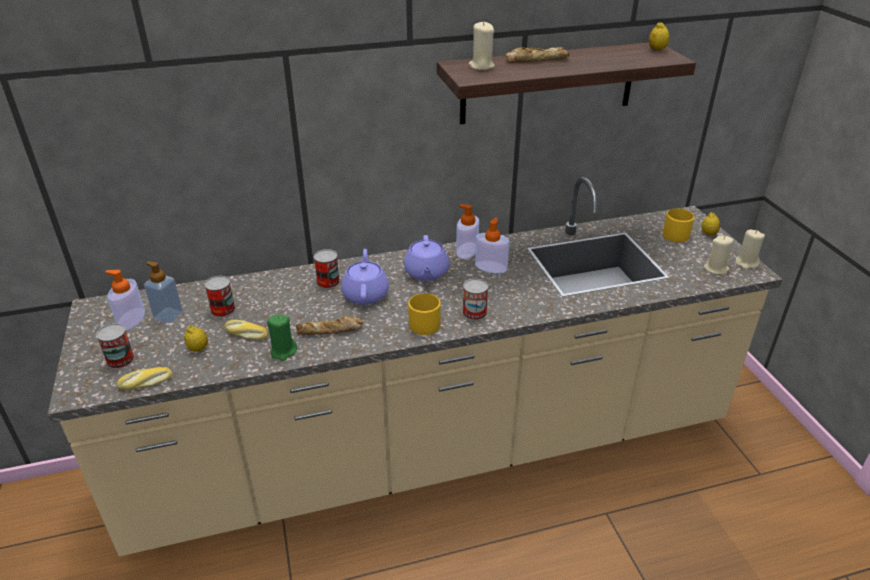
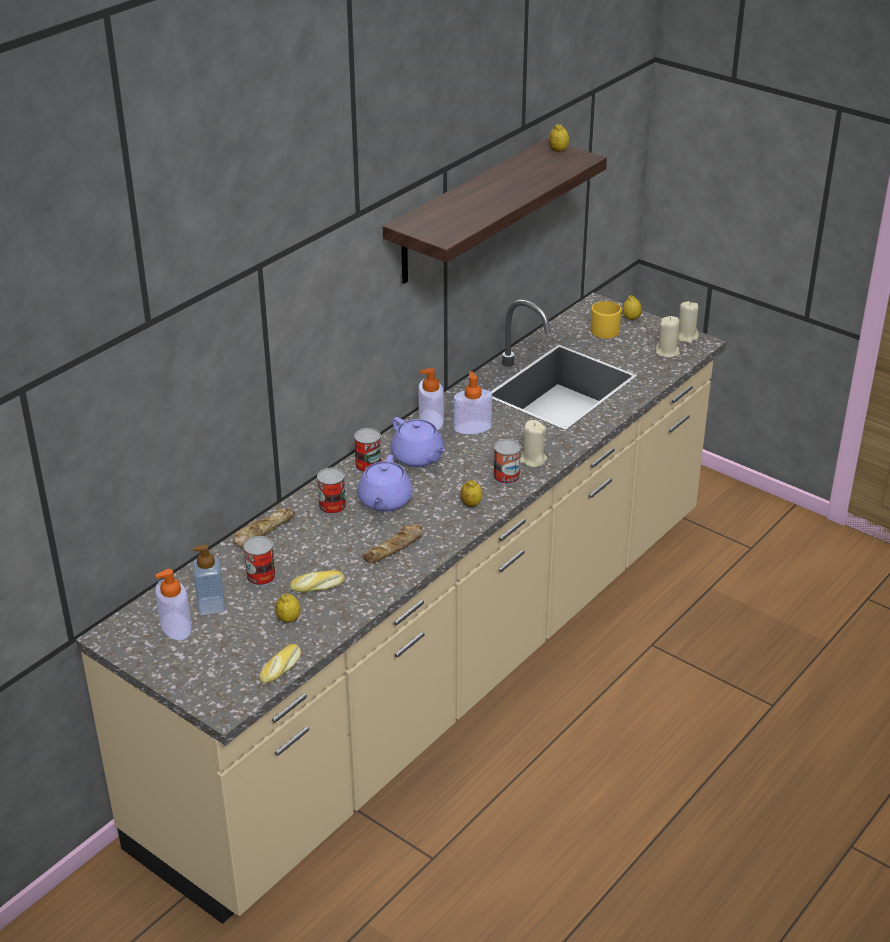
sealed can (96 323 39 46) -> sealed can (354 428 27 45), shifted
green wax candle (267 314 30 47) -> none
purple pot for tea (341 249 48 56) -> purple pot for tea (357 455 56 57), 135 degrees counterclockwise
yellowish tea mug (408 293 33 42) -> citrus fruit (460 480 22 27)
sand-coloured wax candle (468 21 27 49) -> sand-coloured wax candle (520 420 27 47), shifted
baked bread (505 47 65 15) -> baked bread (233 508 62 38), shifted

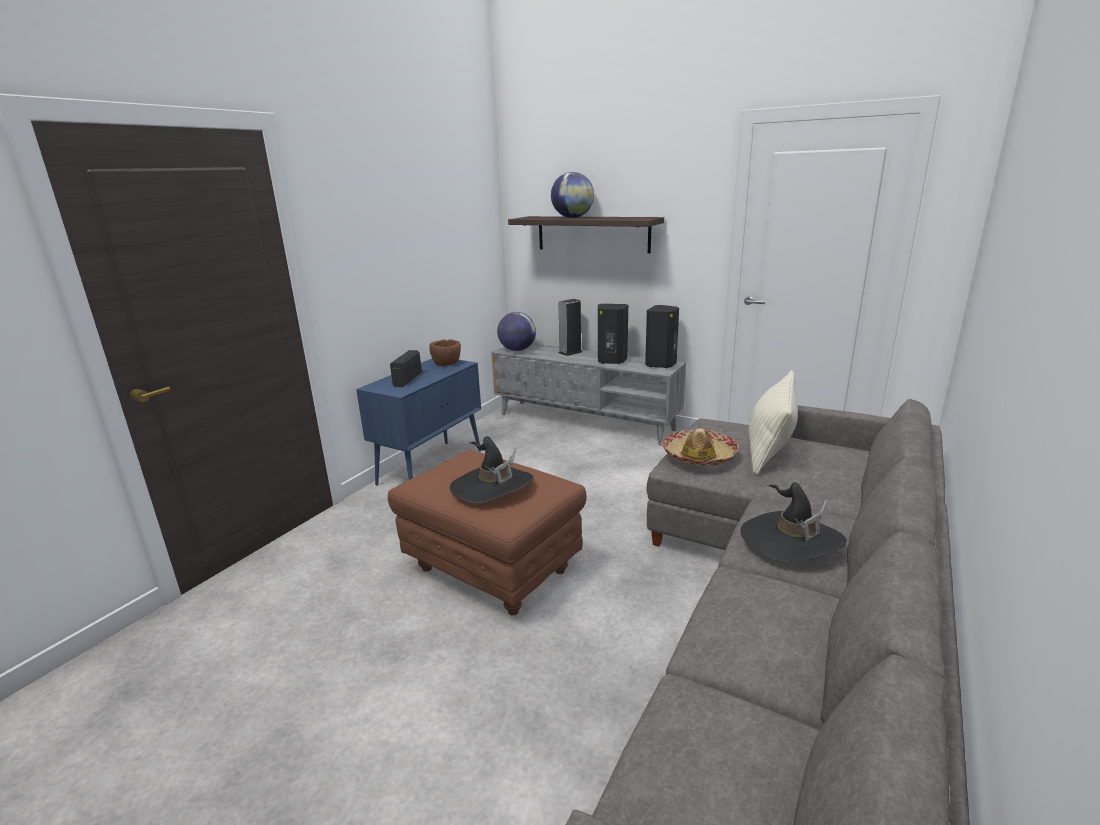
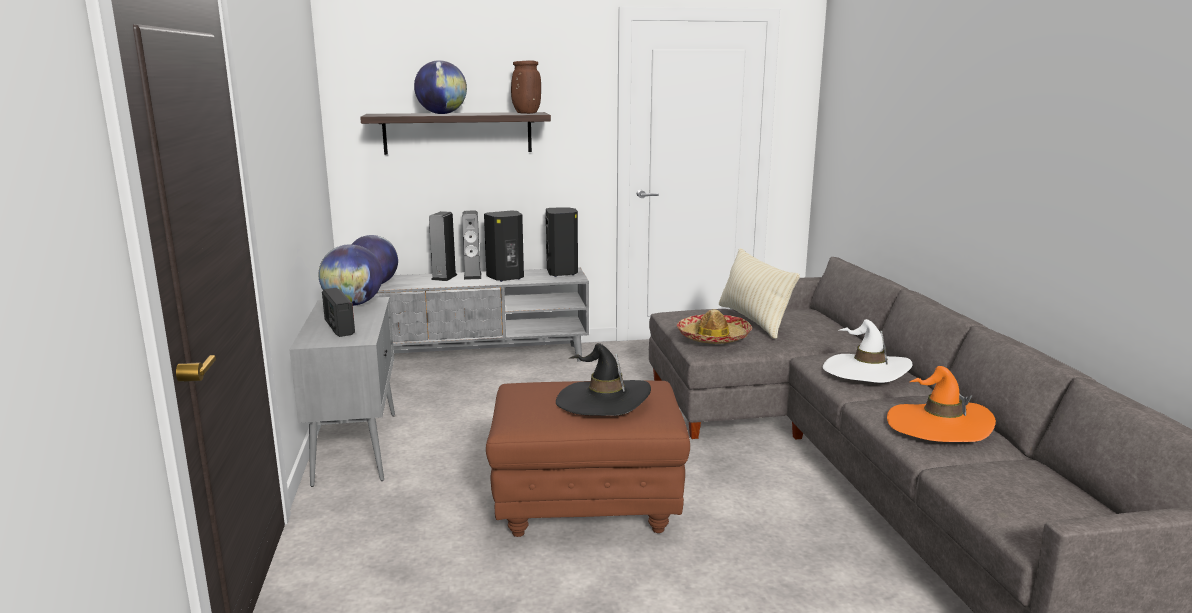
blue storage cabinet (356 359 125 127) -> gray storage cabinet (289 297 106 190)
brown-coloured bowl (429 339 32 26) -> world globe (319 244 64 62)
black-coloured clothing hat (740 482 107 80) -> white clothing hat (823 319 89 64)
none -> audio speaker (462 211 19 69)
none -> brown-coloured vase (511 60 30 54)
none -> orangey clothing hat (887 366 109 76)

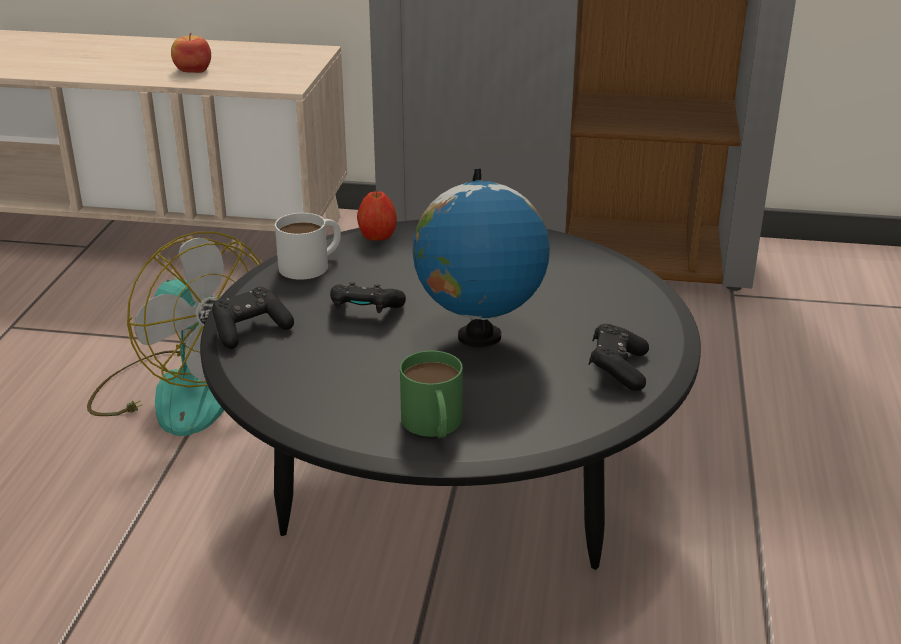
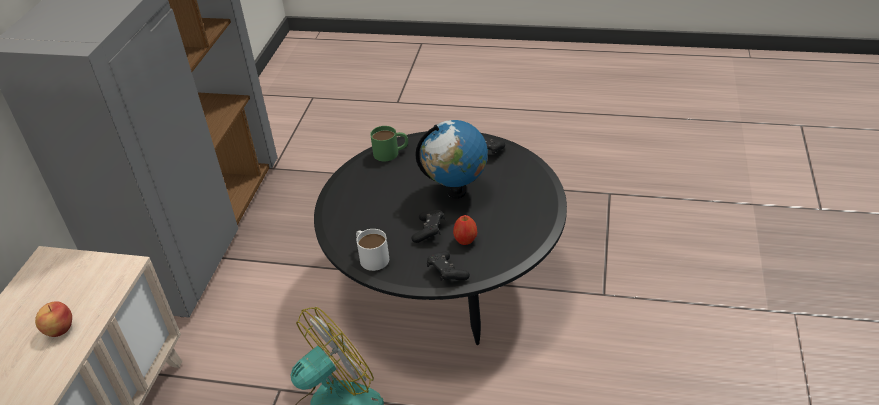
apple (357 191 40 50) -> apple (453 215 24 30), shifted
green tea mug (400 351 63 87) -> green tea mug (370 126 38 35), shifted

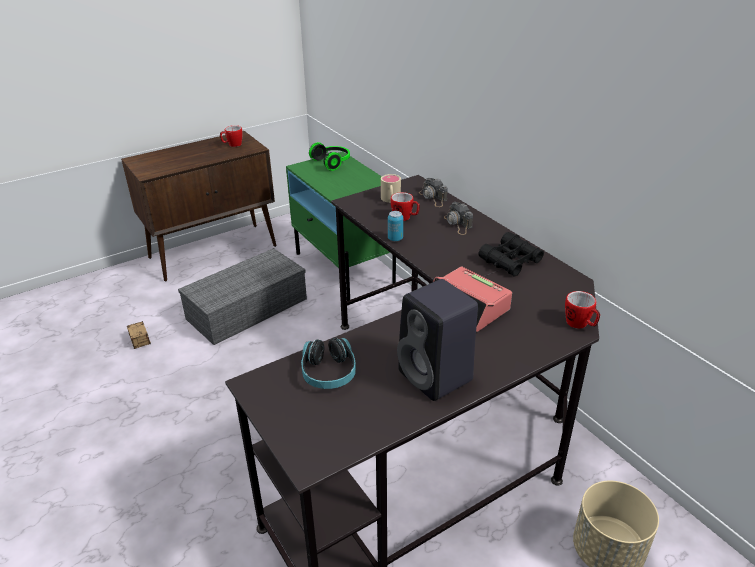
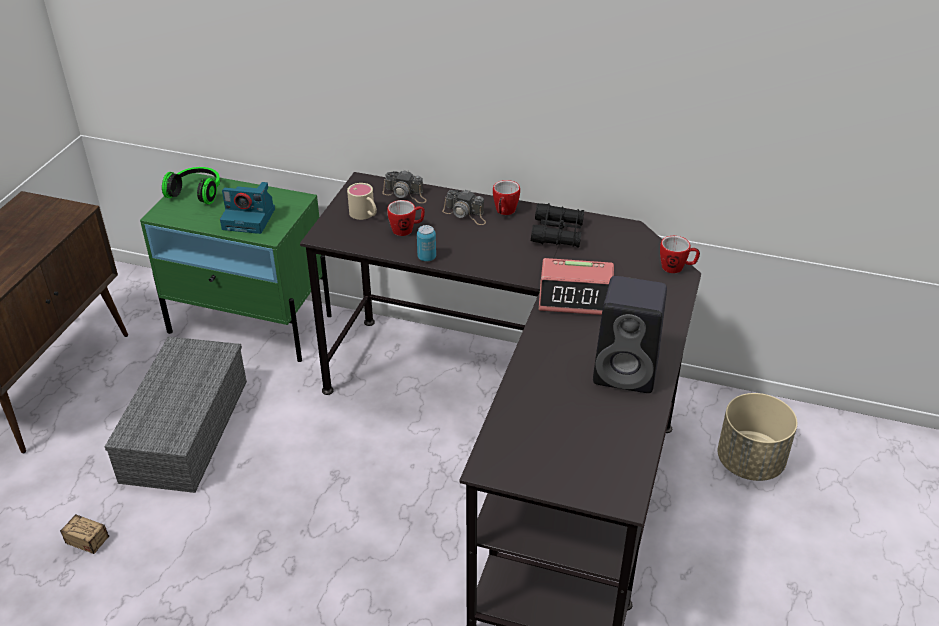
tea mug (220 125 23 22) -> tea mug (493 180 27 35), shifted
headphones (301 338 55 51) -> none
none -> still camera (220 182 55 52)

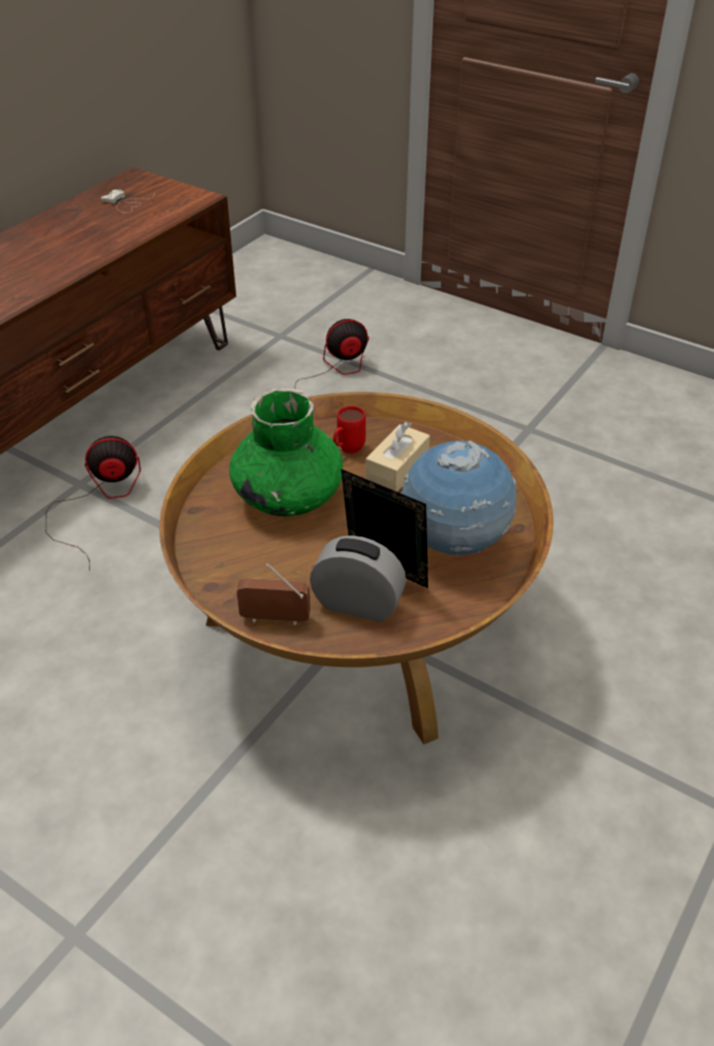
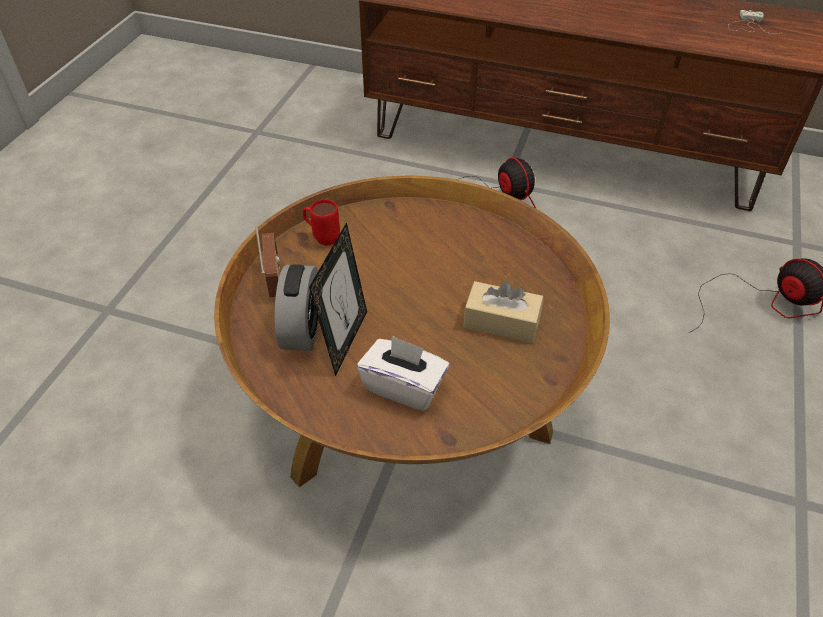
green vase (229 387 114 130) -> none
reddish tea mug (333 406 33 48) -> reddish tea mug (303 199 37 47), shifted
world globe (401 440 115 115) -> white tissue holder (357 336 92 75)

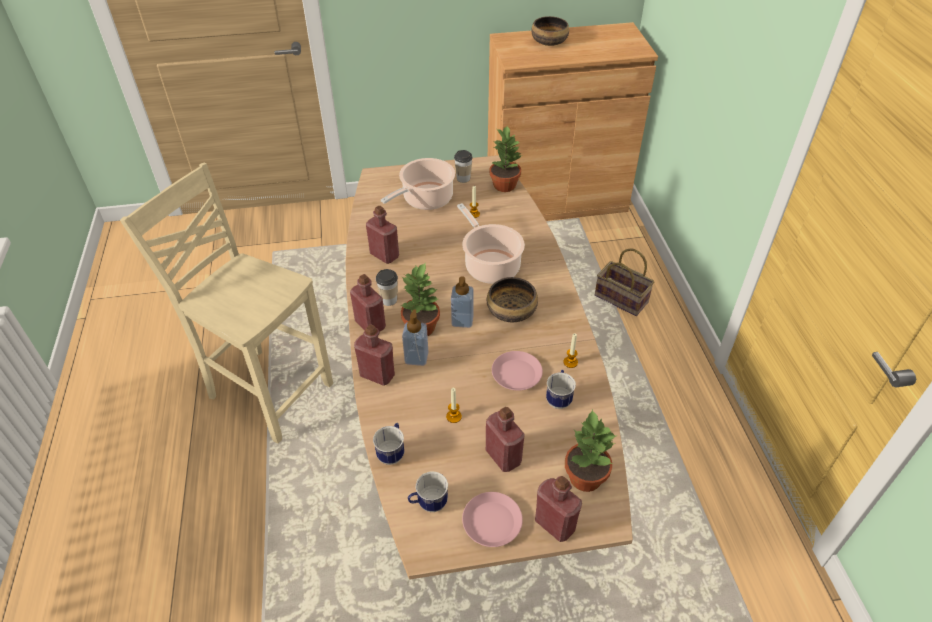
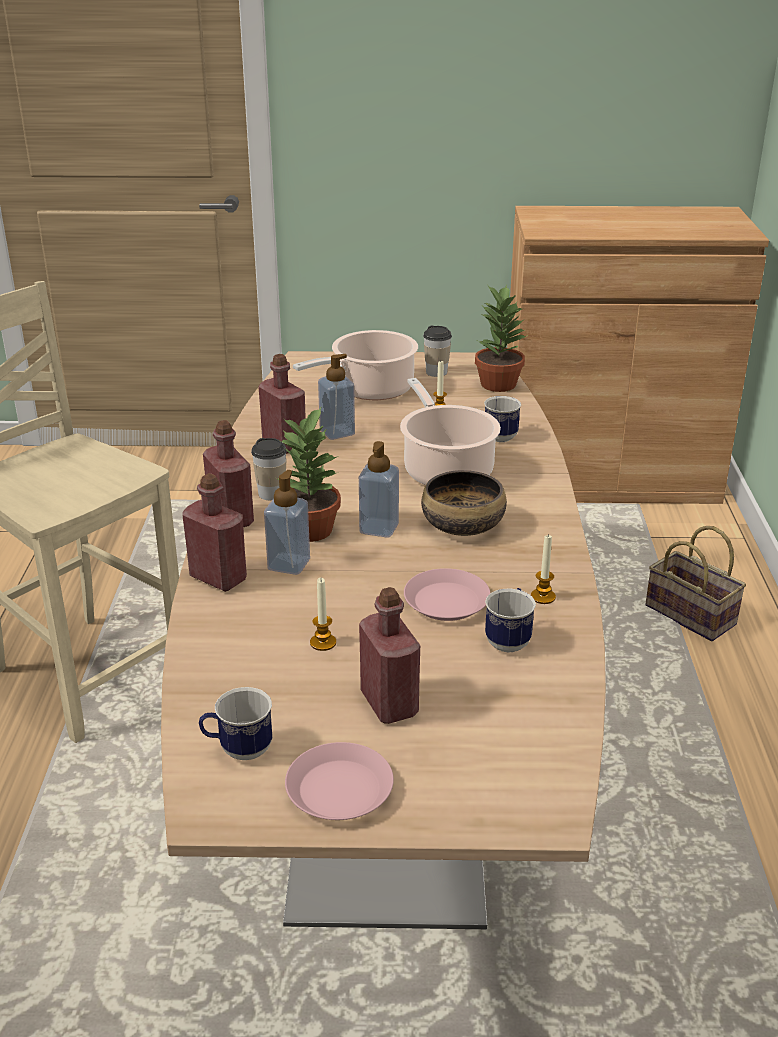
tea mug (373 423 31 42) -> tea mug (484 396 37 46), shifted
bowl (531 16 38 30) -> none
reddish drink bottle (535 476 47 66) -> none
houseplant (565 409 53 83) -> none
none -> soap bottle (318 354 37 86)

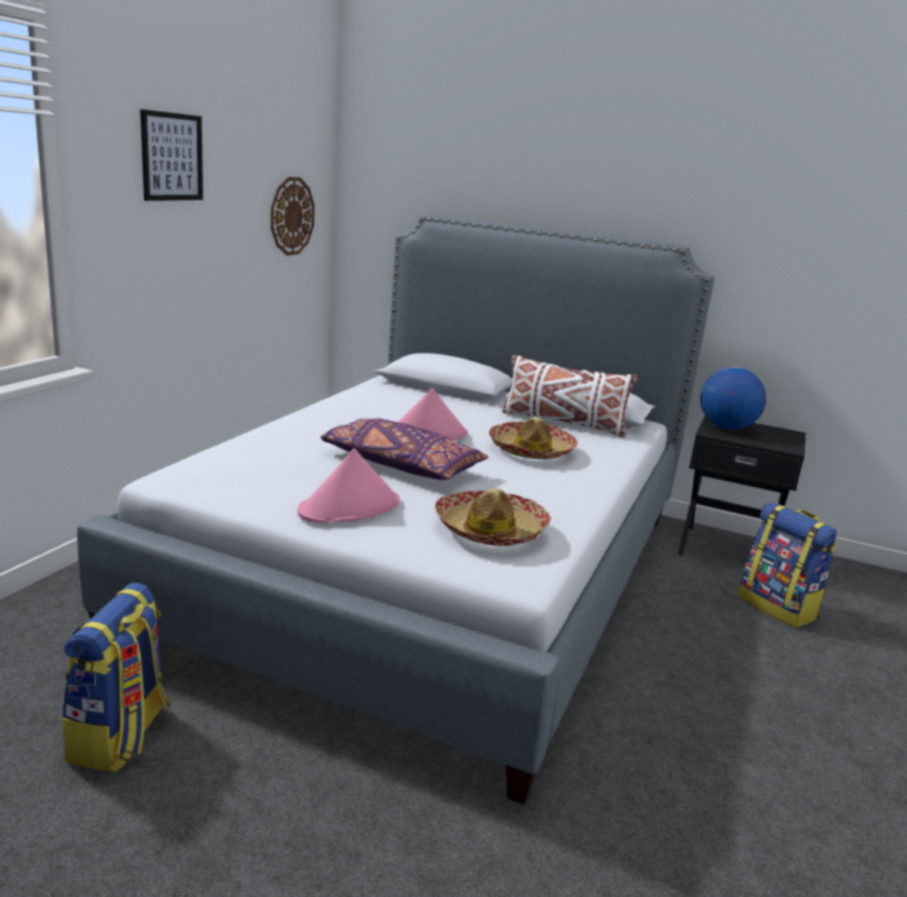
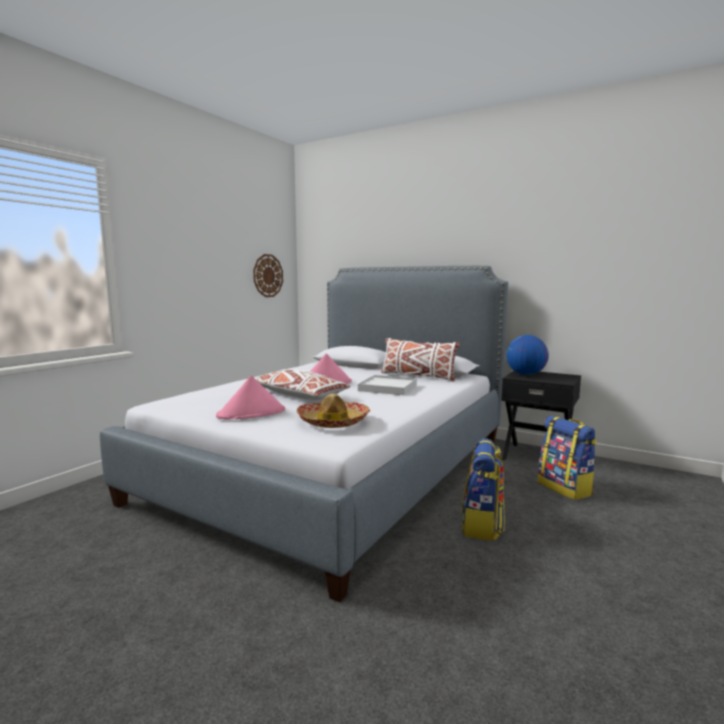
backpack (62 583 108 189) -> backpack (461 438 44 103), shifted
wall art (140 109 63 92) -> none
purple throw pillow (320 418 168 62) -> white throw pillow (255 369 95 31)
clothing hat (489 417 89 42) -> white serving tray (358 375 59 20)

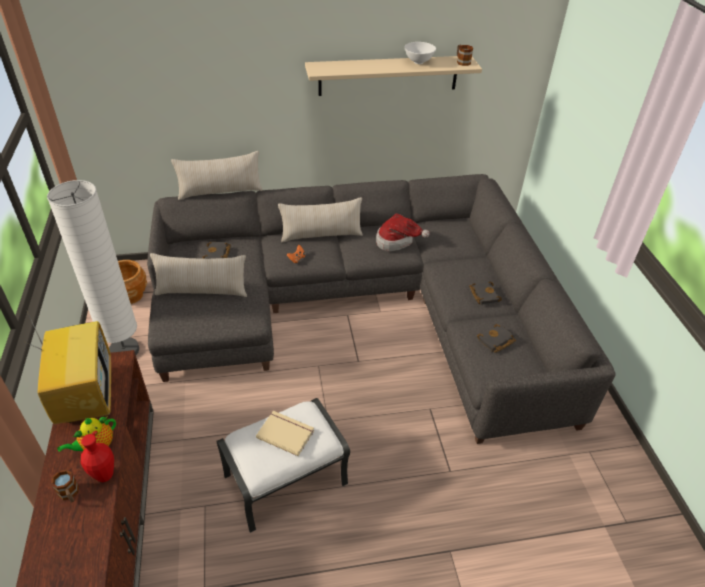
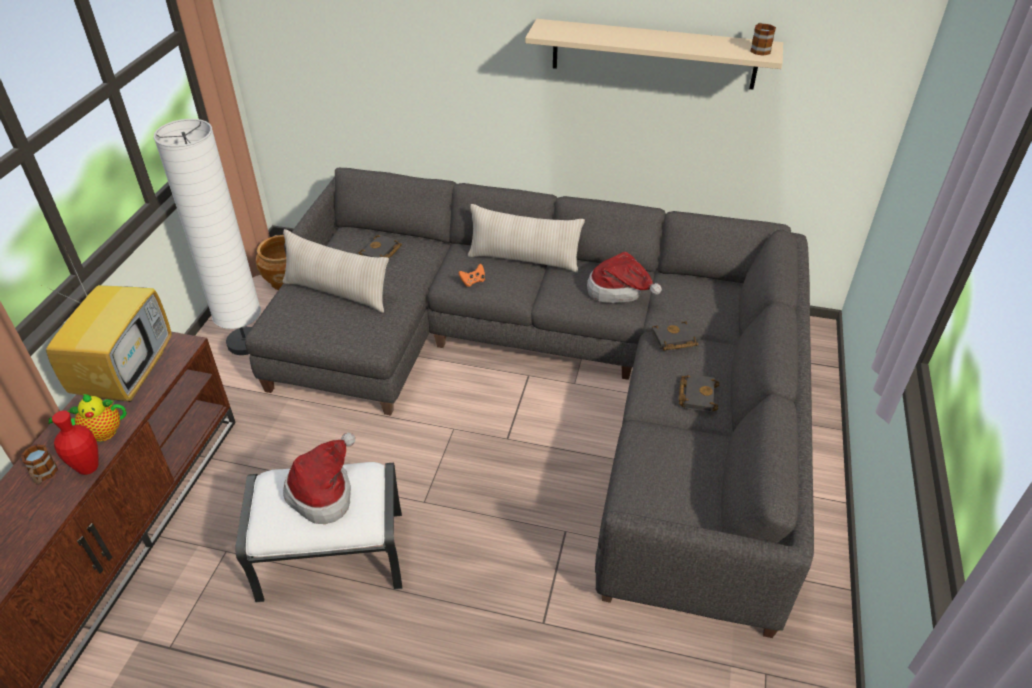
sand-coloured throw pillow (171 151 92 49) -> none
sand-coloured bound book (256 411 58 45) -> clothing hat (283 432 72 92)
white bowl (404 42 32 22) -> none
black-coloured bound book (477 324 39 29) -> black-coloured bound book (652 321 47 30), shifted

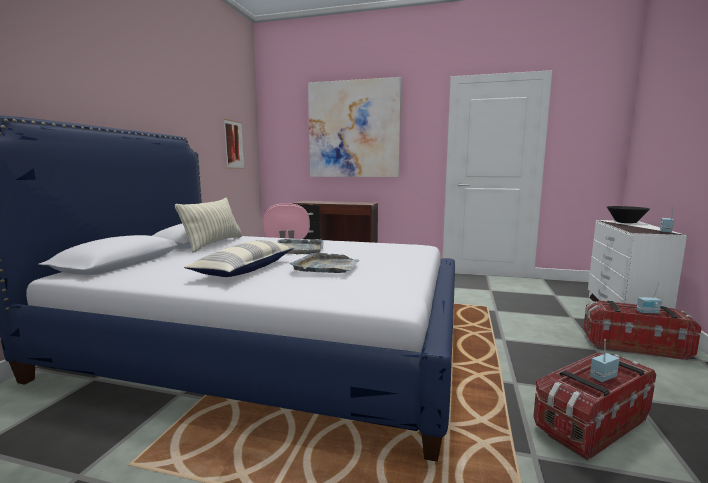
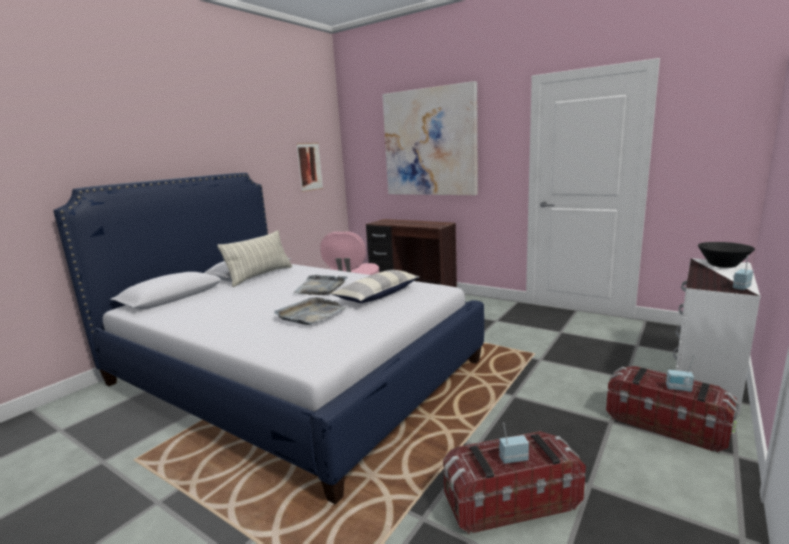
throw pillow (184 240 110 37) -> throw pillow (331 270 89 33), shifted

